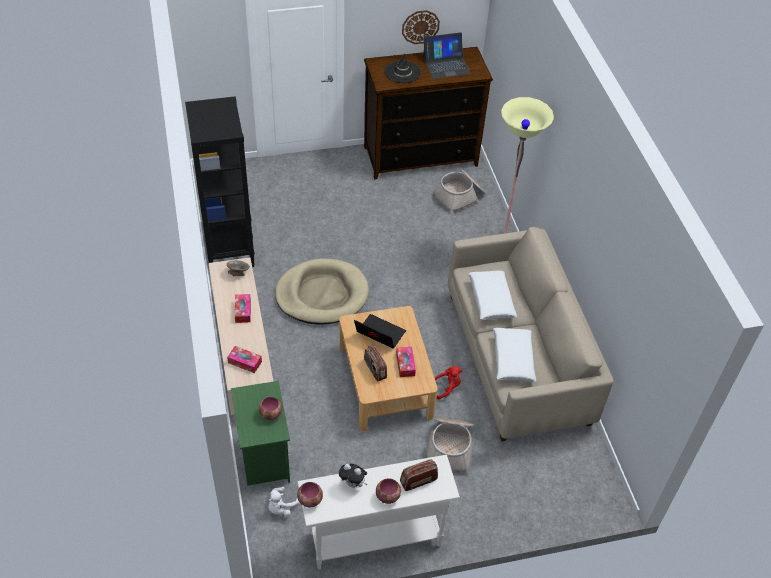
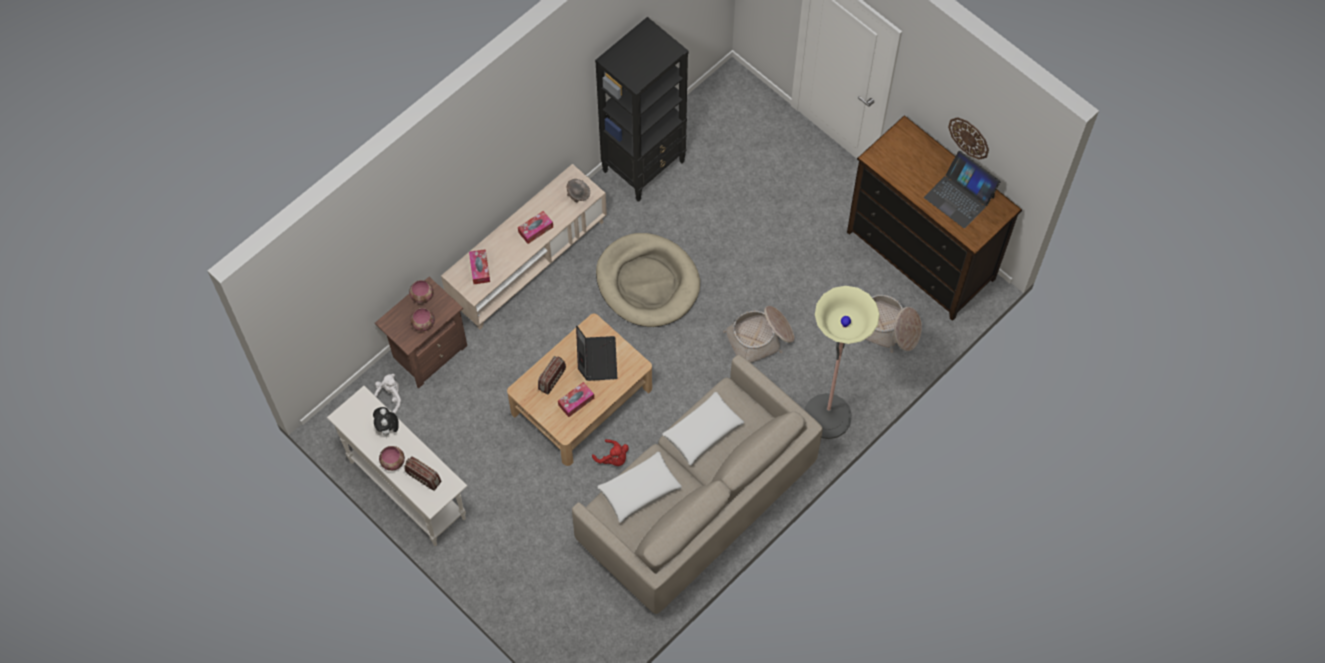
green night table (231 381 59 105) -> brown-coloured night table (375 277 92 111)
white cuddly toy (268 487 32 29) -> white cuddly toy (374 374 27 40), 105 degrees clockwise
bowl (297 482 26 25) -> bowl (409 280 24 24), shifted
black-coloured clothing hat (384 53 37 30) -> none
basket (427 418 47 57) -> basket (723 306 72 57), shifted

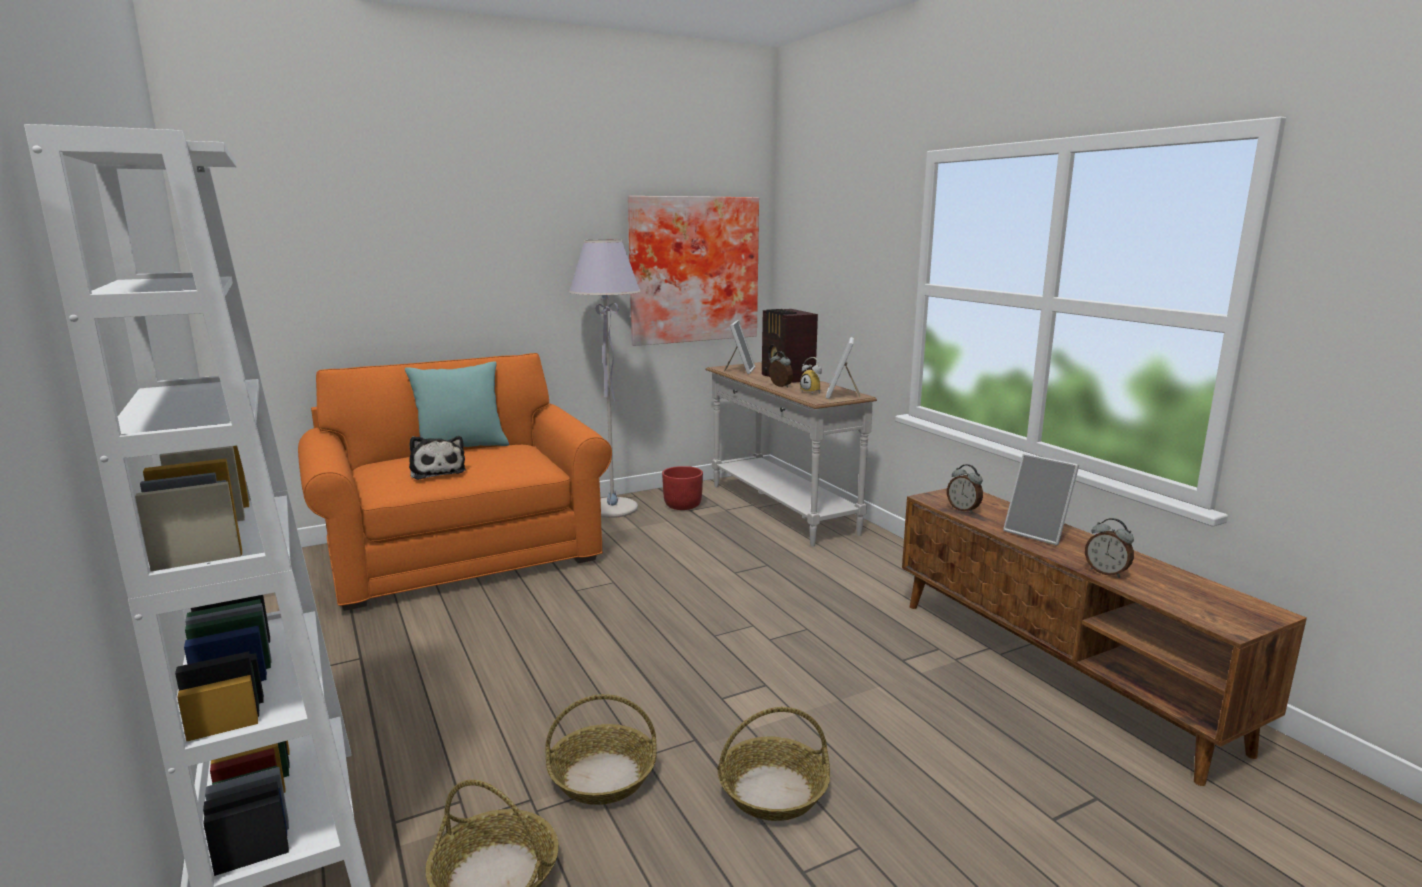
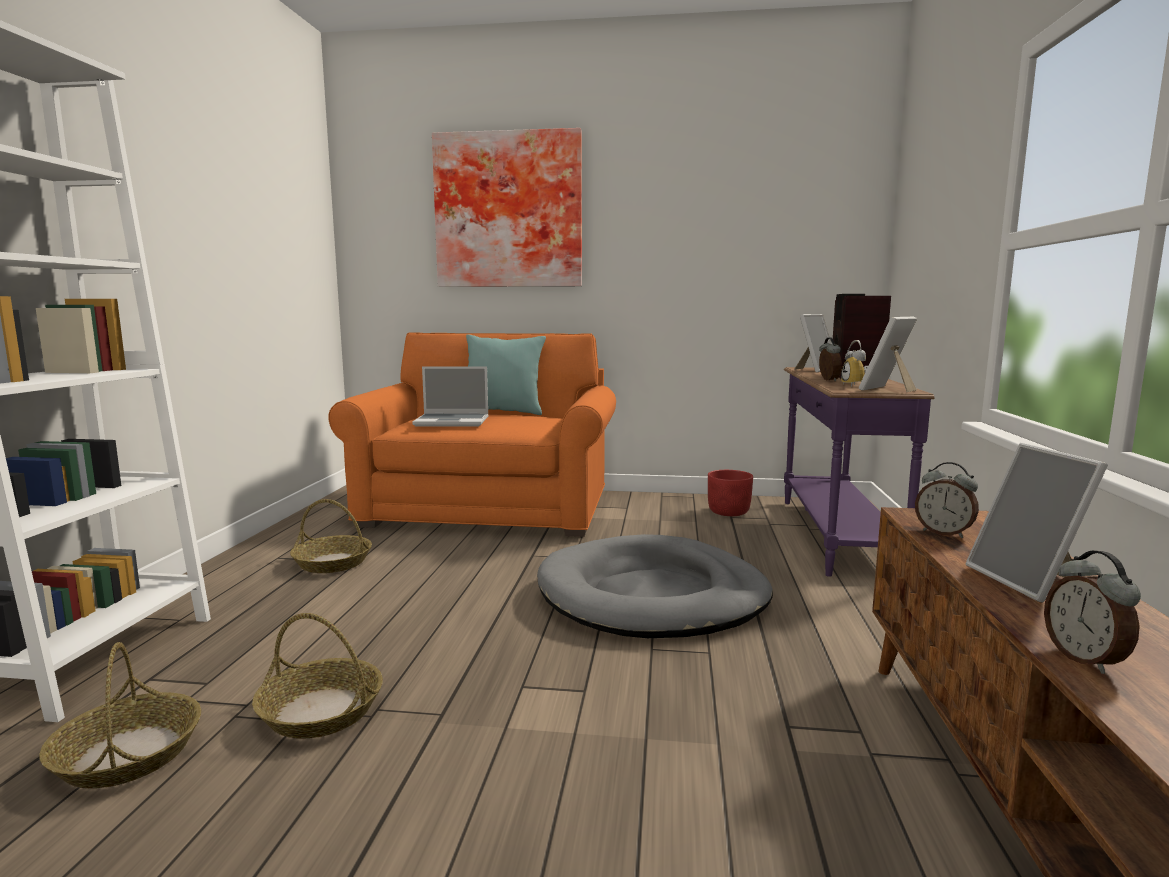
cuddly toy (409 436 57 44) -> portable computer (412 366 77 60)
gray standing lamp (569 239 72 279) -> none
wall art (628 196 131 150) -> wall art (432 128 150 159), shifted
white console table (705 362 172 184) -> purple console table (784 367 150 210)
basket (717 707 113 114) -> basket (290 499 82 74), shifted
table clock (947 464 36 50) -> table clock (915 462 64 76), 45 degrees counterclockwise
none -> gray pet bed (537 534 236 104)

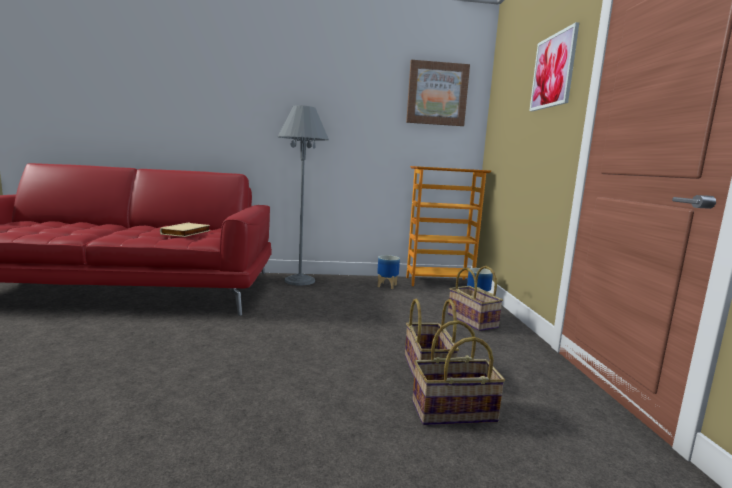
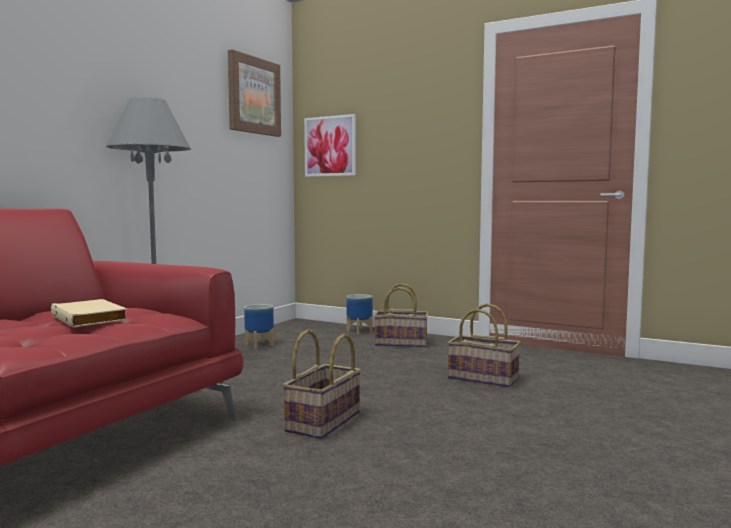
shelving unit (406 166 85 120) -> none
basket (412 320 93 105) -> basket (282 330 79 109), shifted
wall art (529 22 50 89) -> wall art (304 114 52 63), shifted

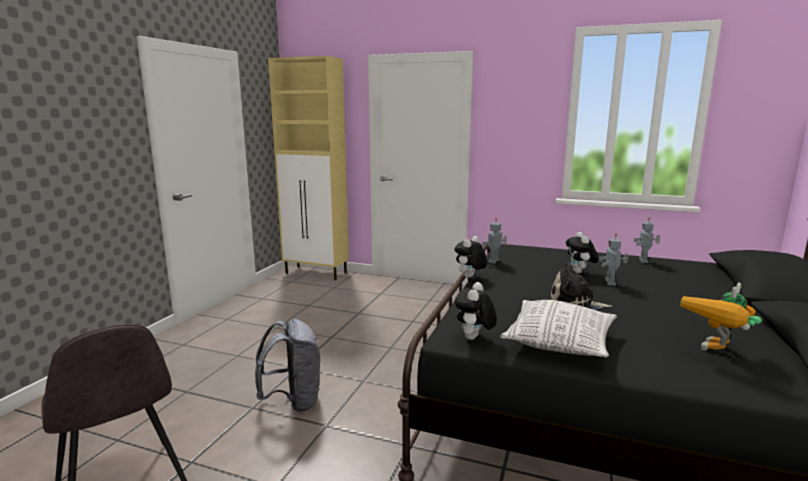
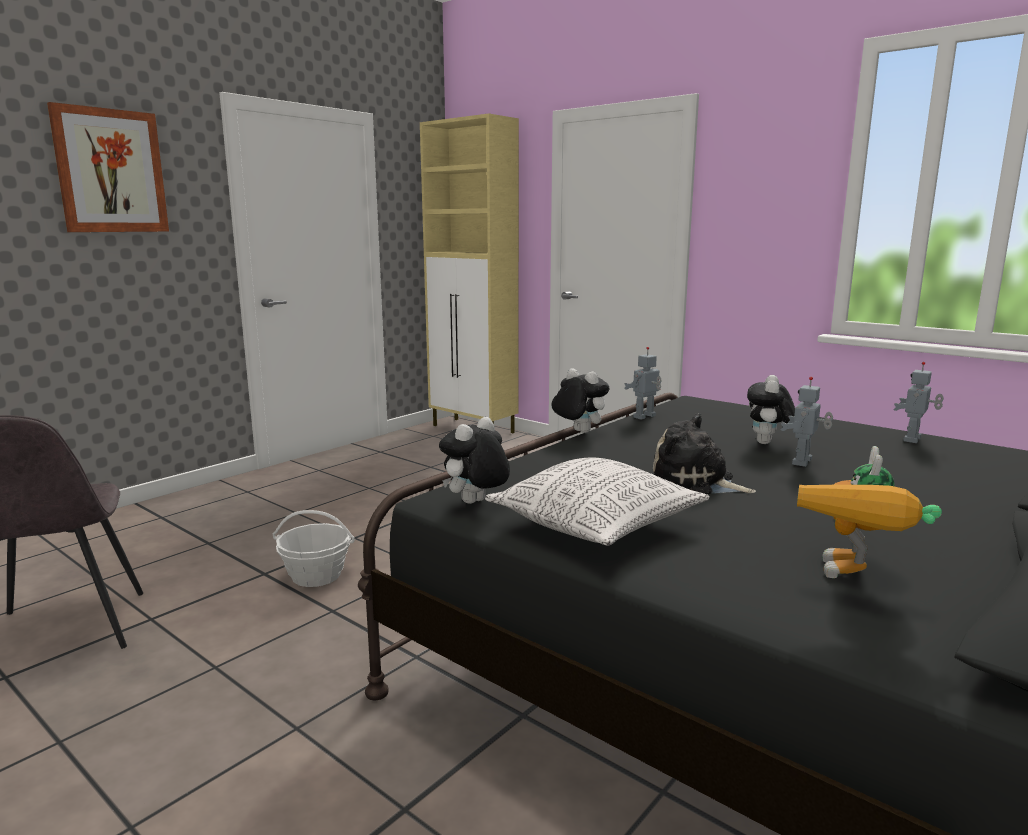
gray backpack (255 319 65 93) -> basket (273 510 81 77)
cuddly toy (455 236 32 42) -> cuddly toy (551 368 58 65), 75 degrees clockwise
model robot (680 283 82 67) -> model robot (797 446 145 132), 45 degrees counterclockwise
none -> wall art (47 102 122 130)

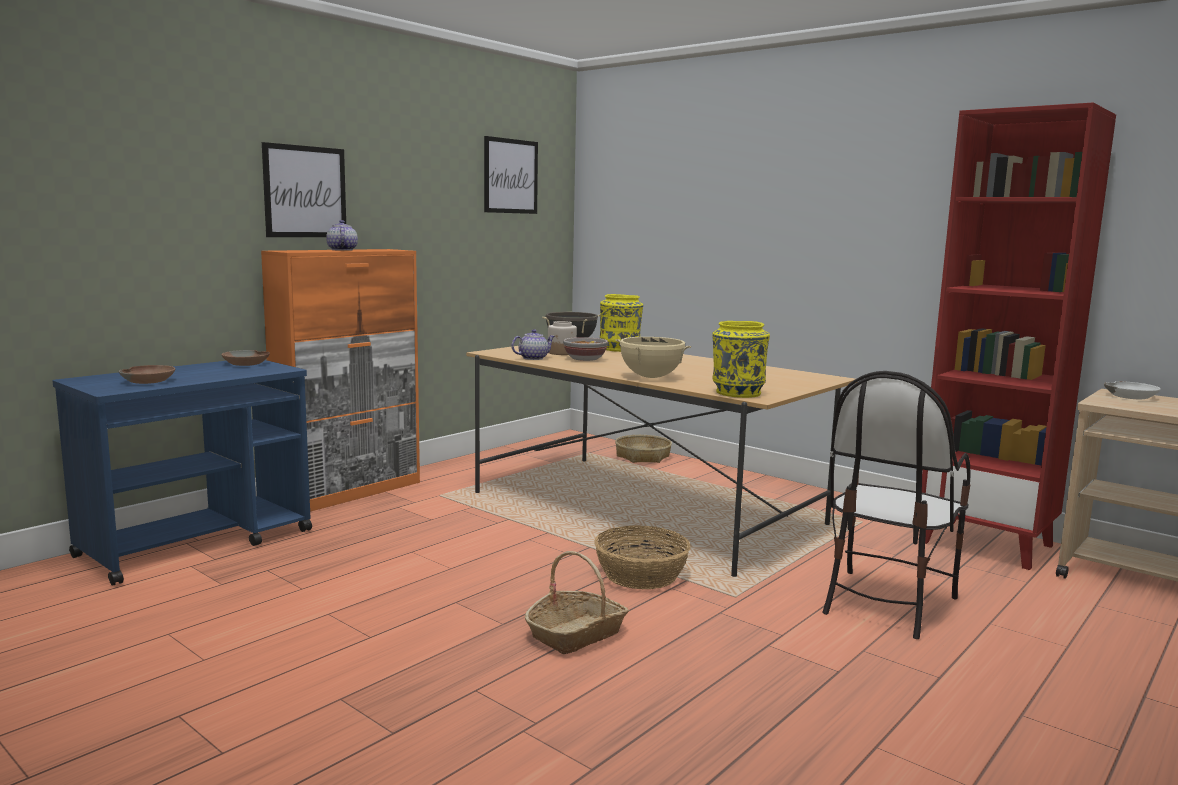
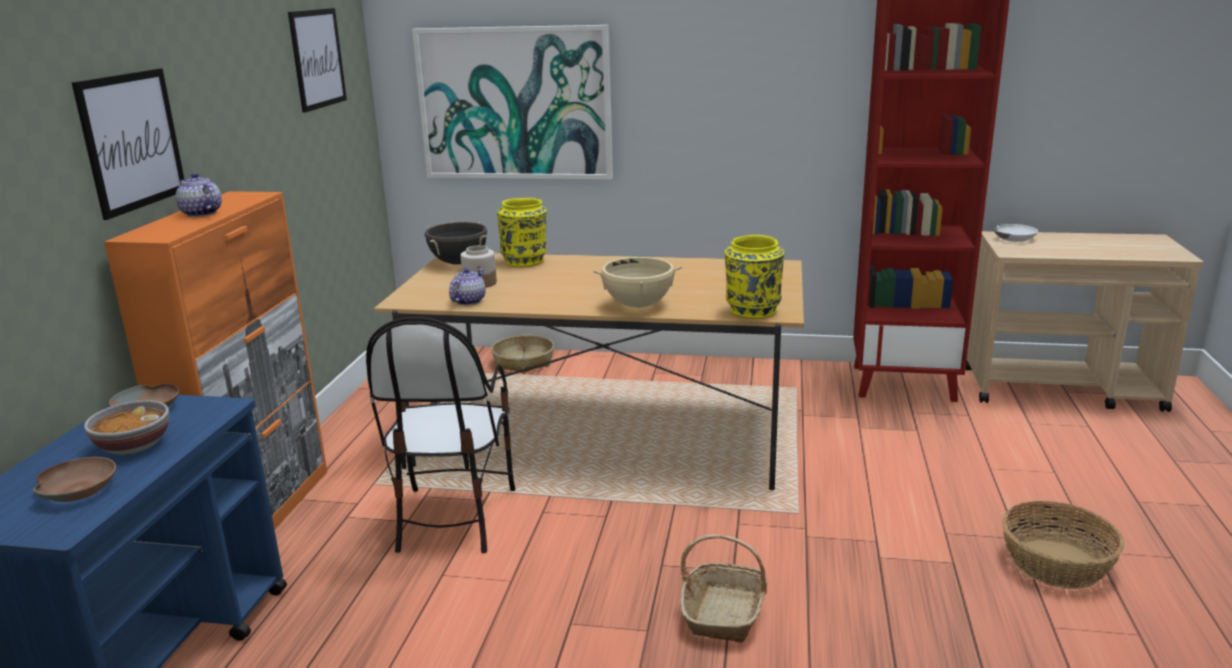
bowl (563 337 45 24) -> bowl (84 400 86 55), shifted
basket (594 525 97 64) -> basket (1002 501 123 88), shifted
chair (822 371 148 268) -> chair (366 317 150 236), shifted
none -> wall art (412 25 201 154)

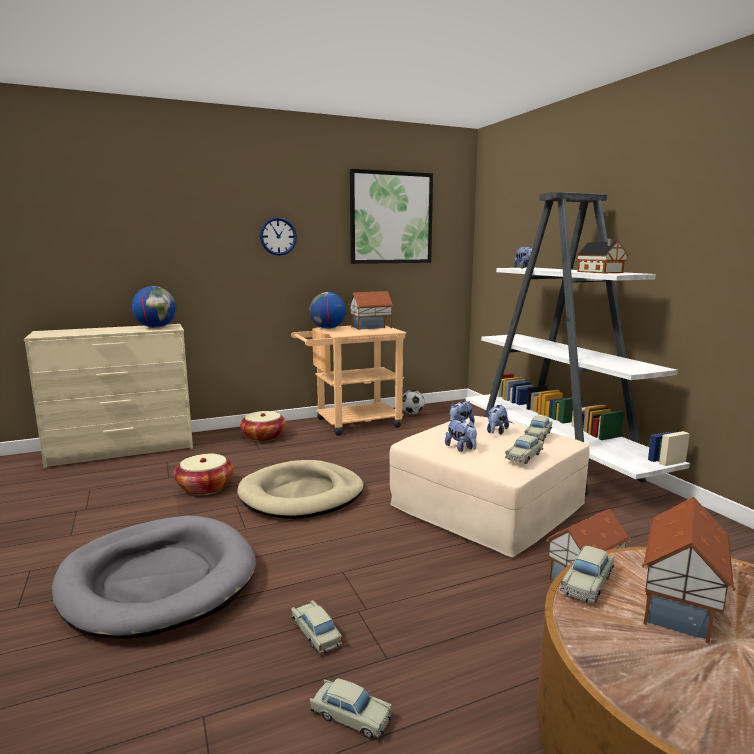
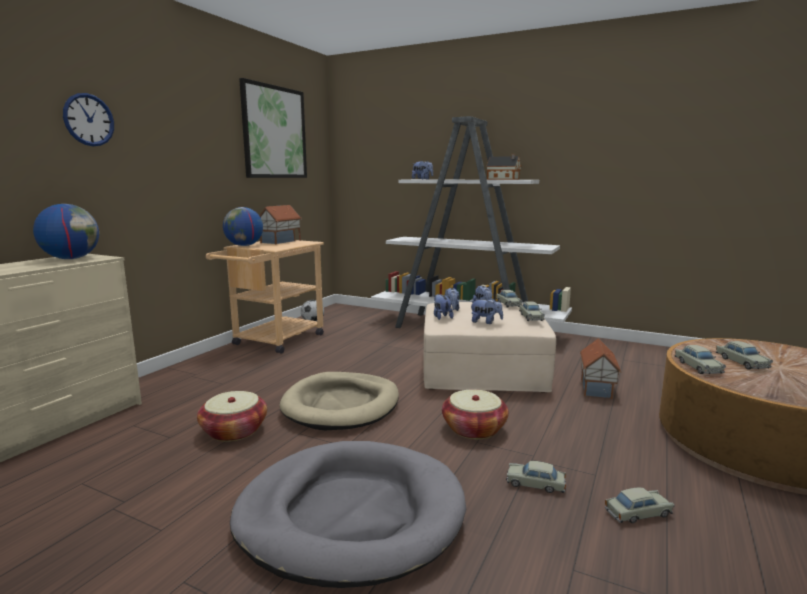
basket (240 411 46 31) -> basket (442 389 67 51), shifted
wall clock (260 217 37 39) -> wall clock (63 93 51 53), shifted
model house (641 497 95 147) -> sand-coloured model car (716 341 57 28)
none -> cuddly toy (434 293 20 27)

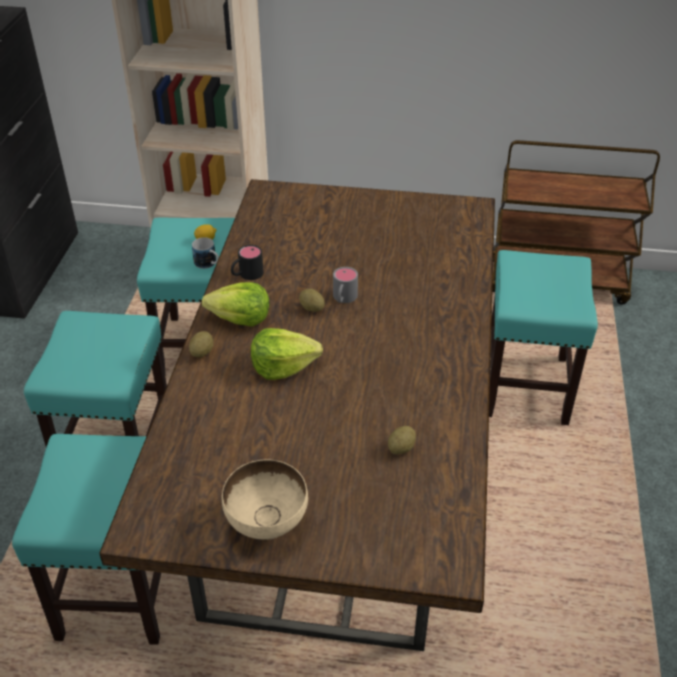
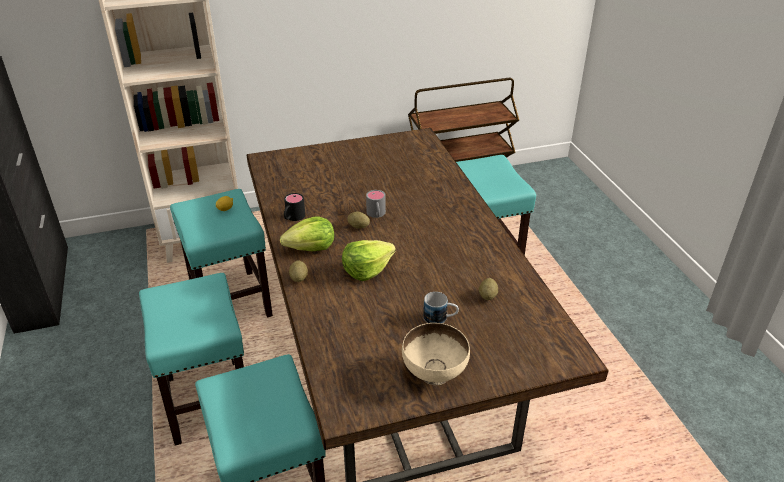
tea mug (192 237 27 32) -> tea mug (423 292 36 31), shifted

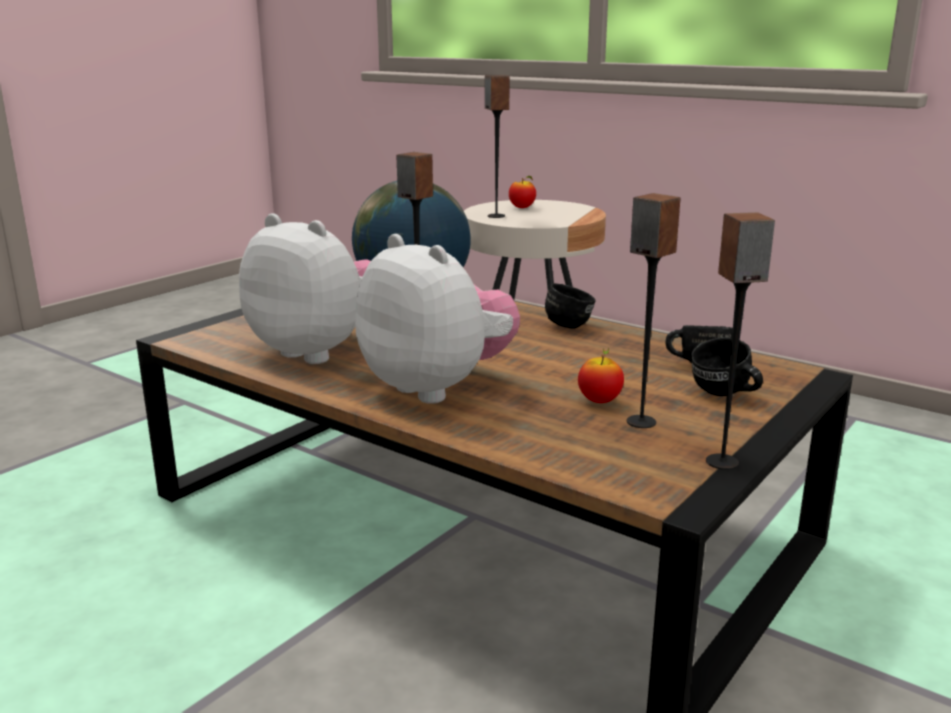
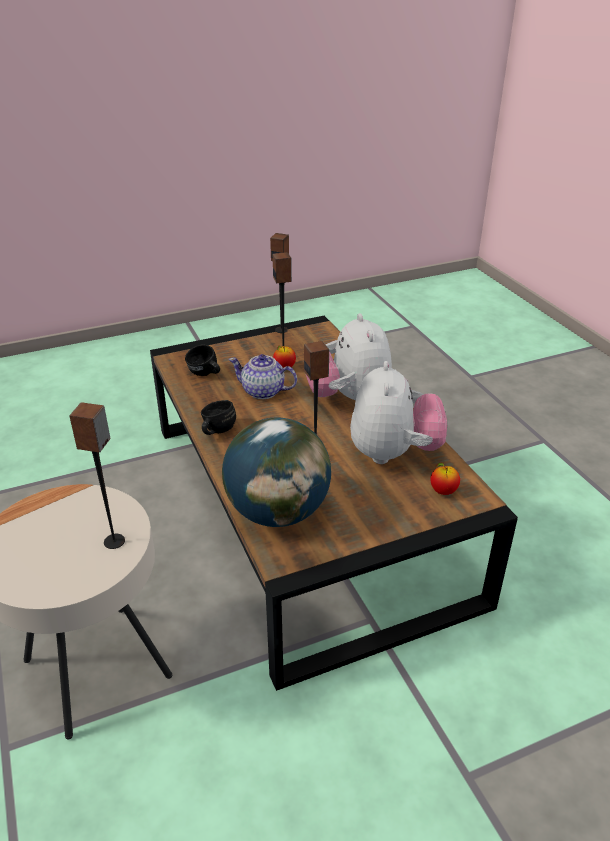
cuddly toy (239 213 132 151) -> cuddly toy (350 361 97 103), 150 degrees counterclockwise
apple (509 176 27 32) -> apple (430 463 30 32), shifted
black-coloured tea mug (691 337 72 59) -> none
none -> pot for tea (229 354 68 45)

